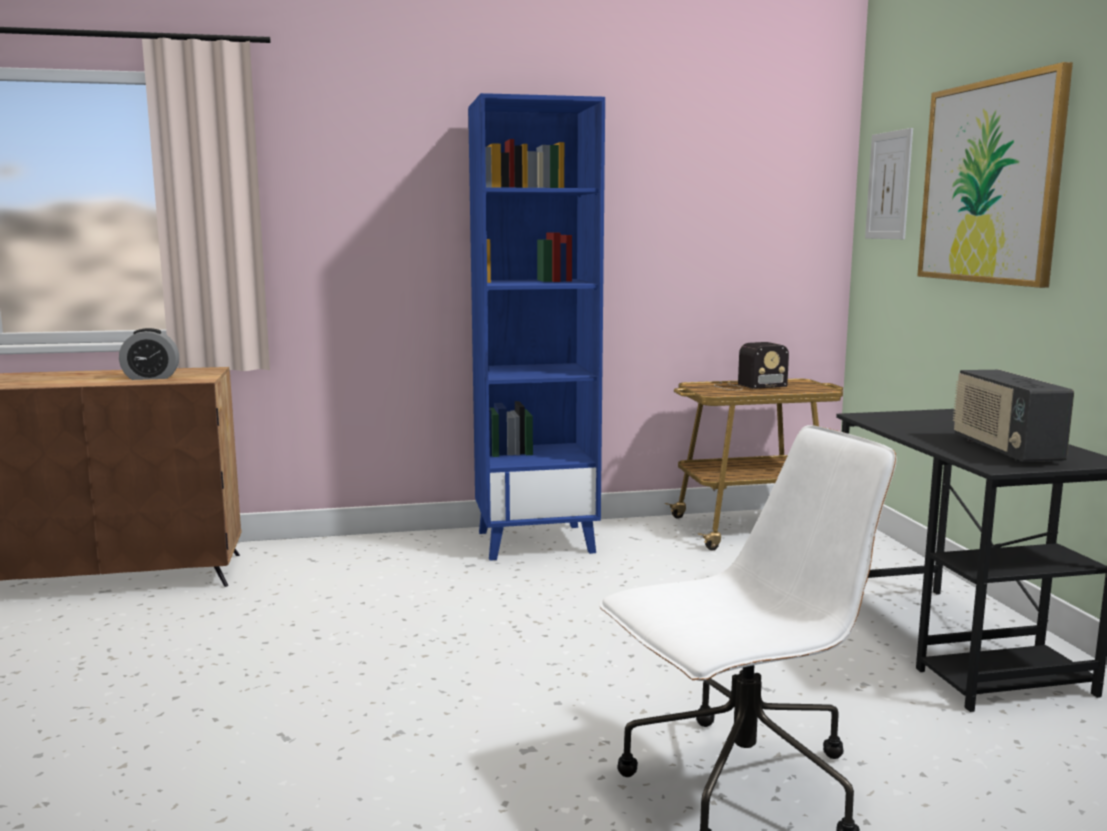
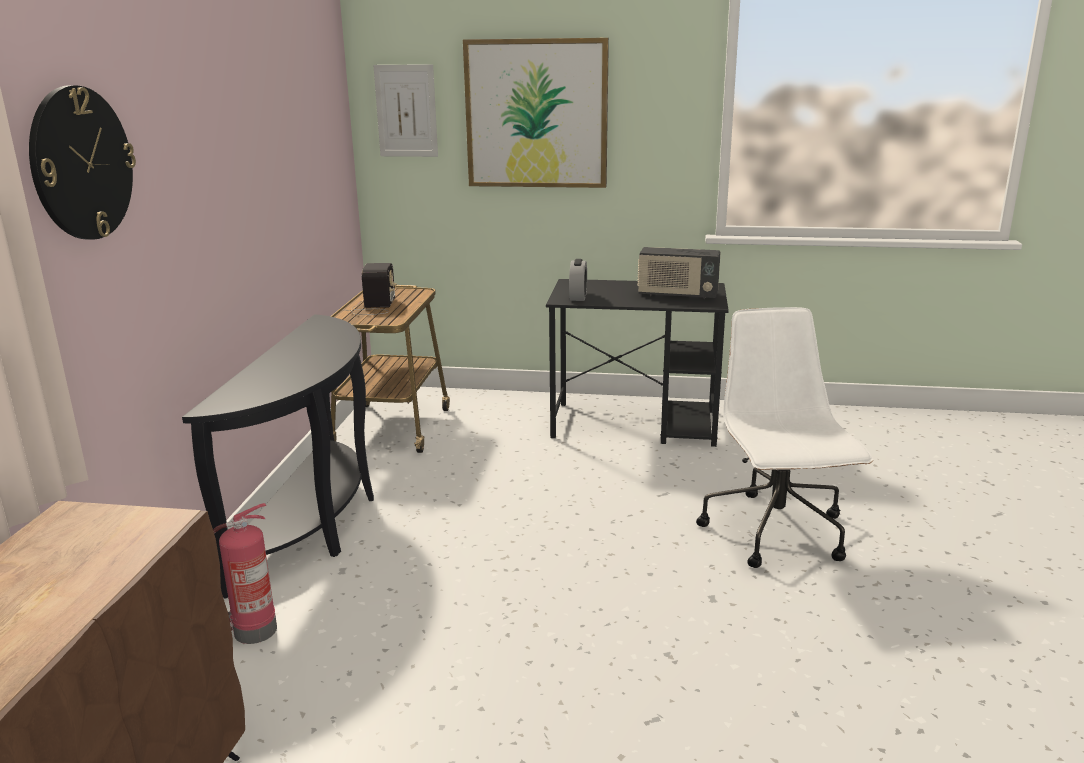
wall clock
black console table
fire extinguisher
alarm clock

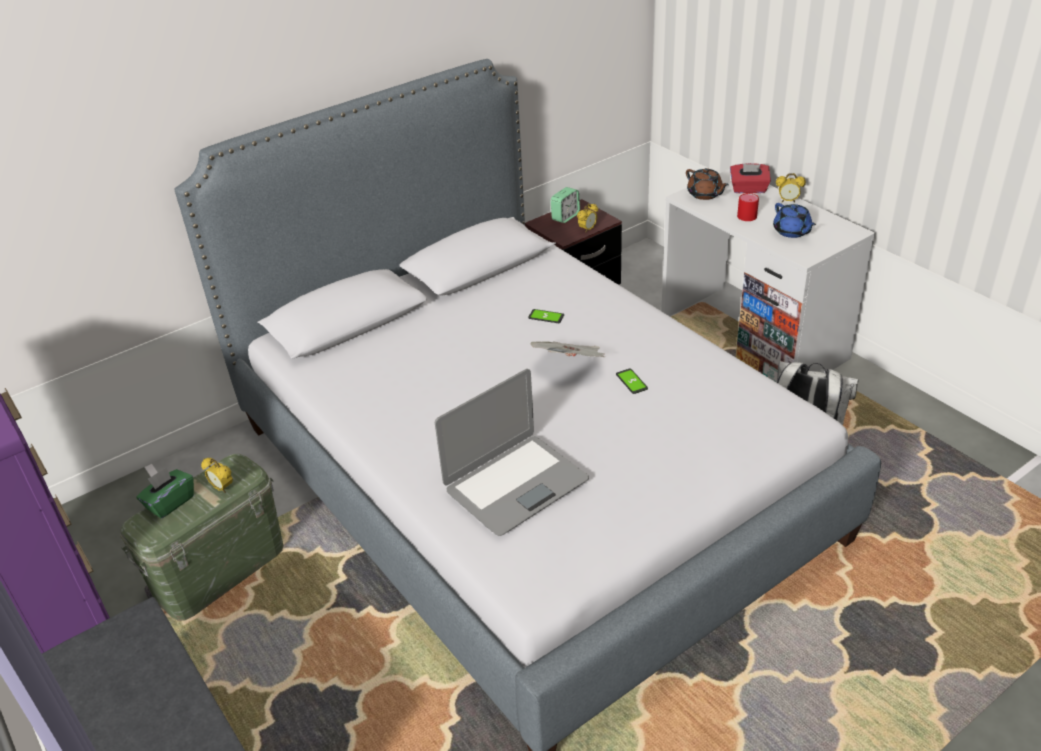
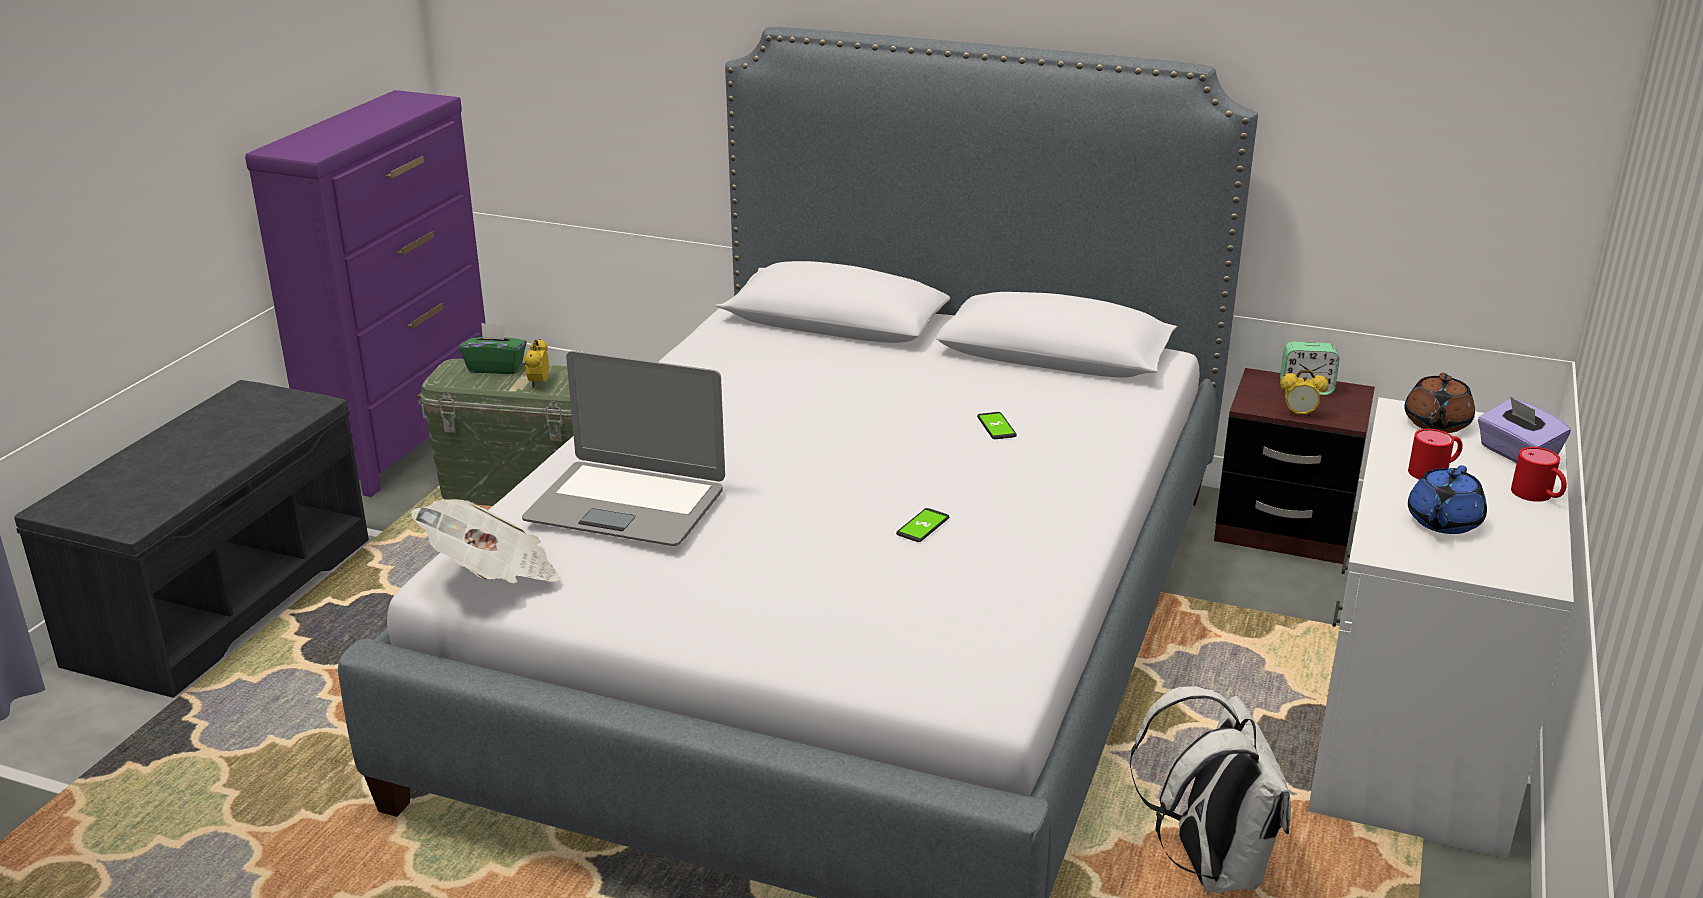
newspaper
purple tissue box
red mug (no. 2 from left)

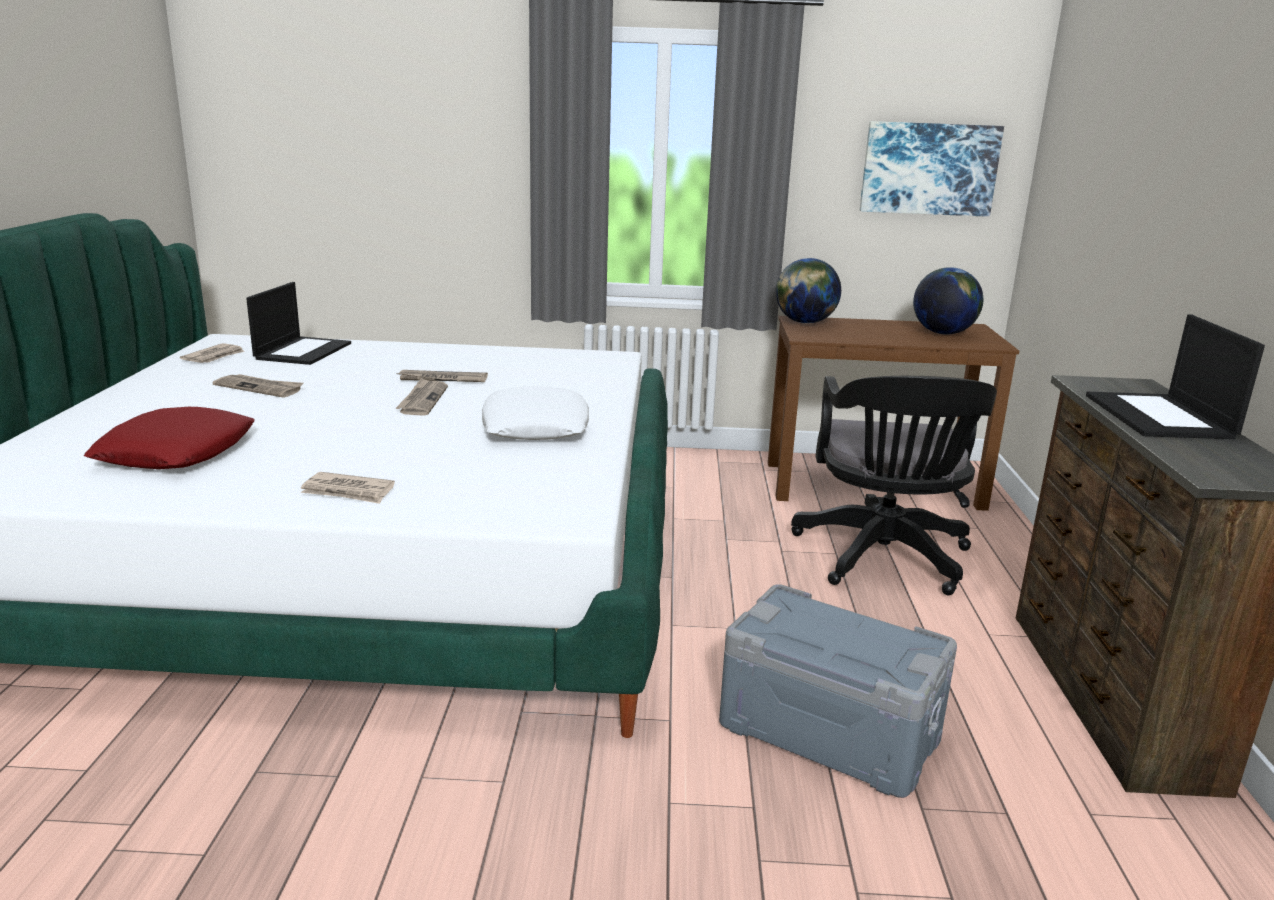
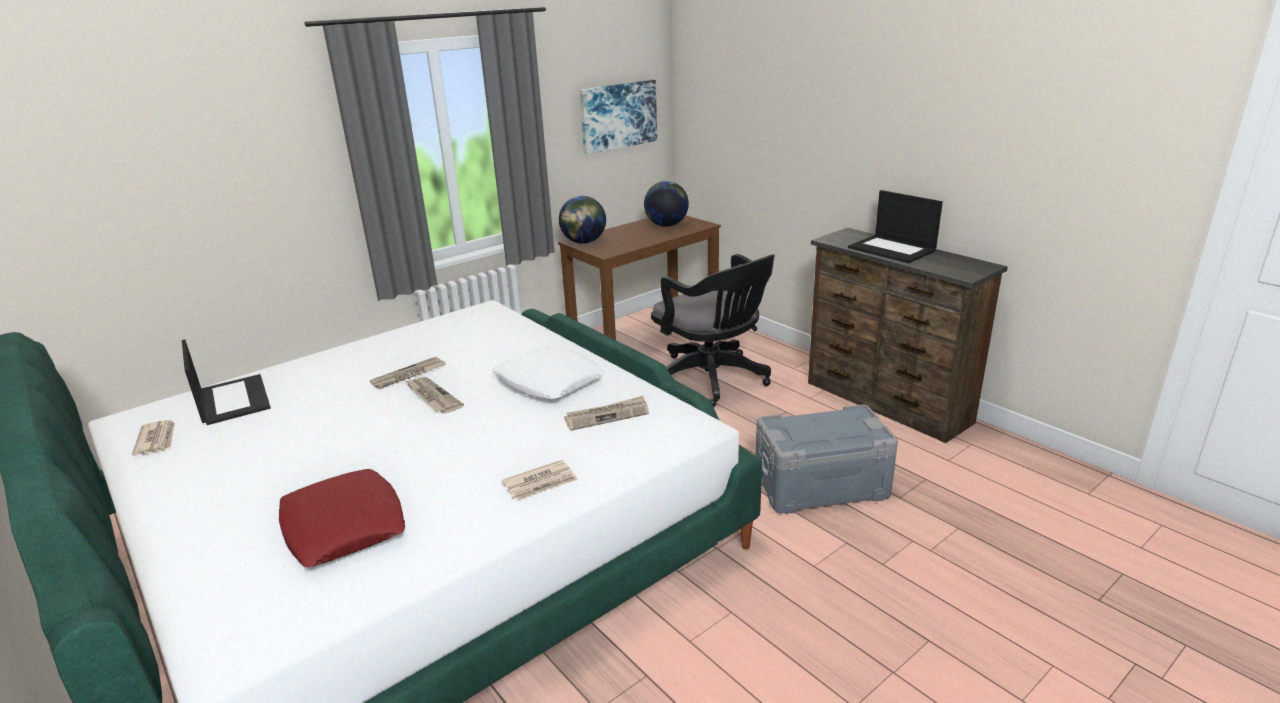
newspaper (no. 5 from left)

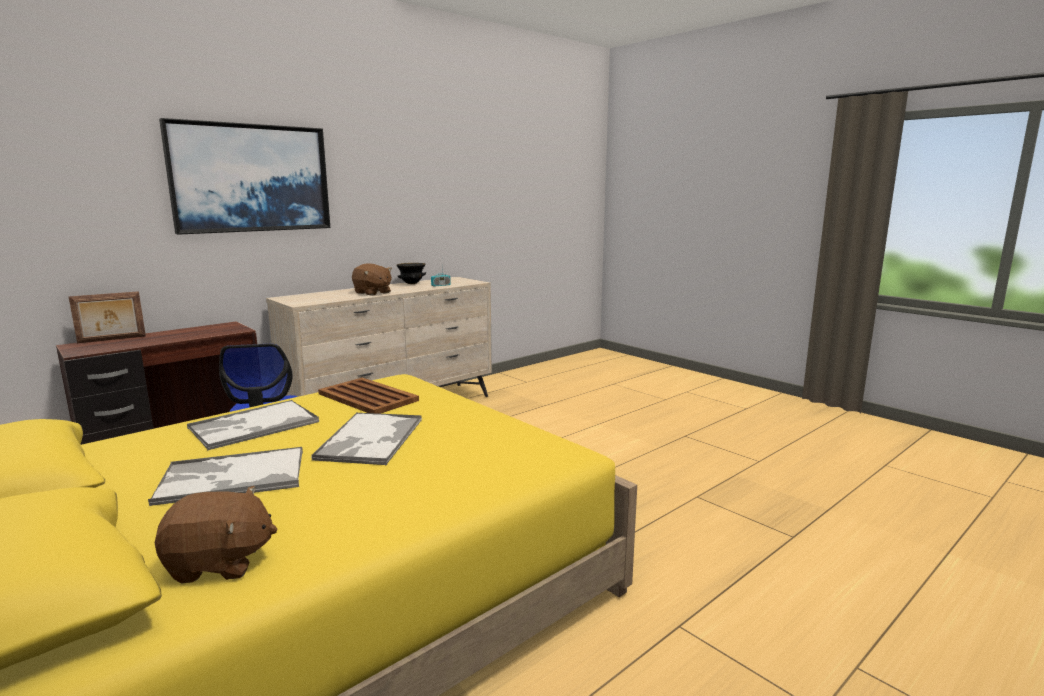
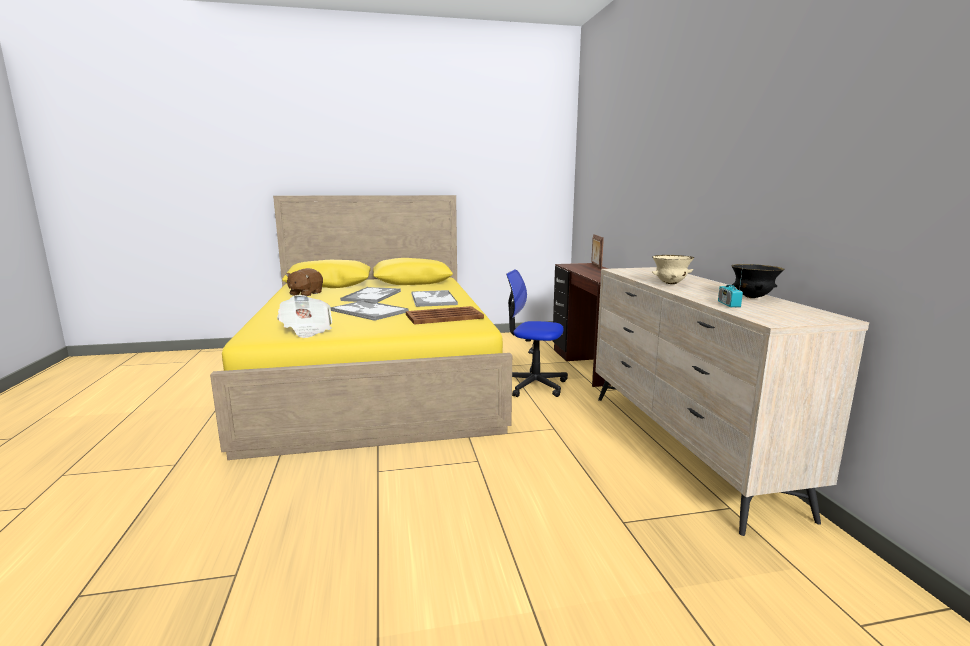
newspaper
beige bowl
picture

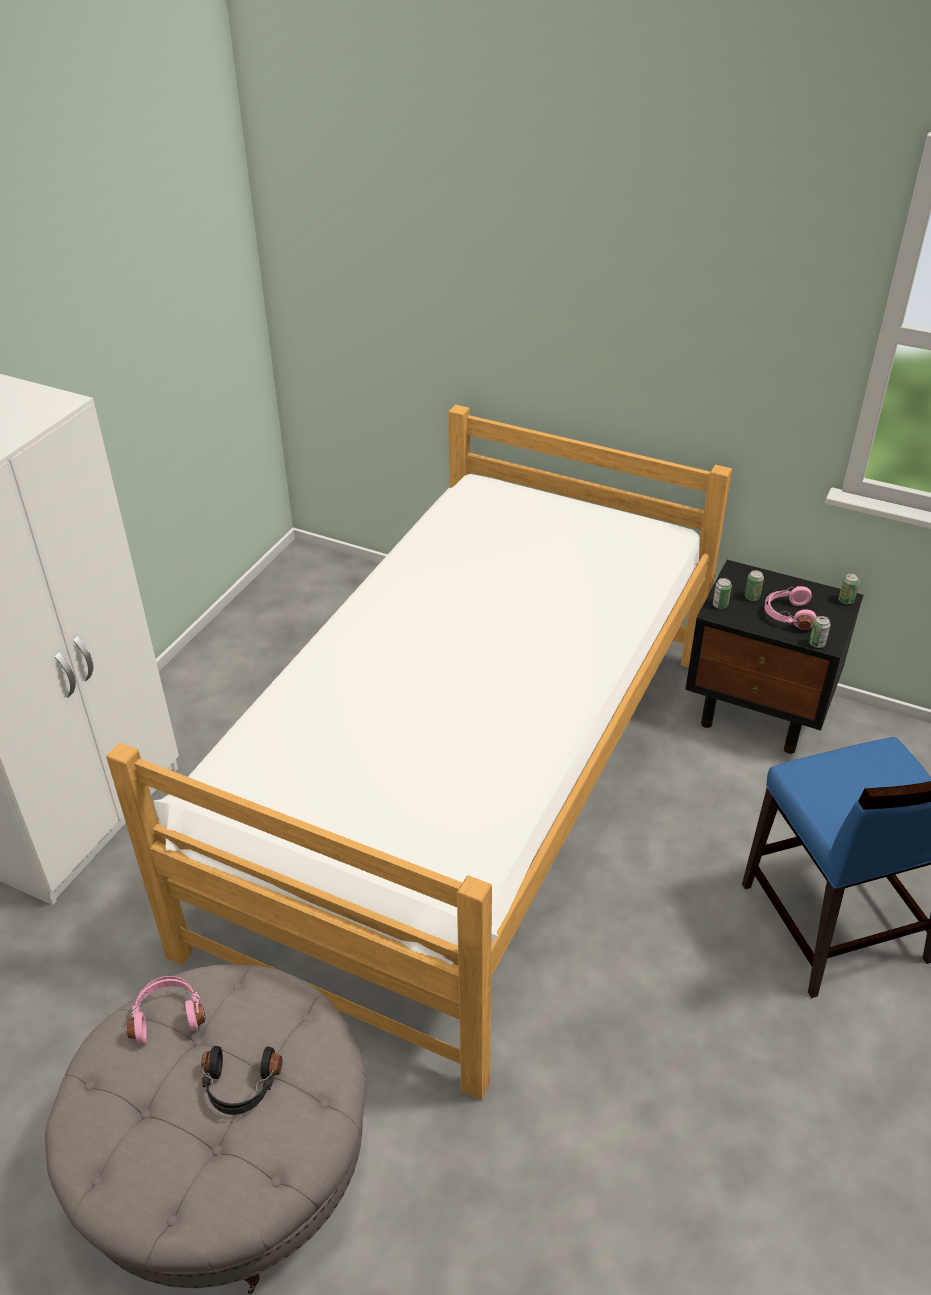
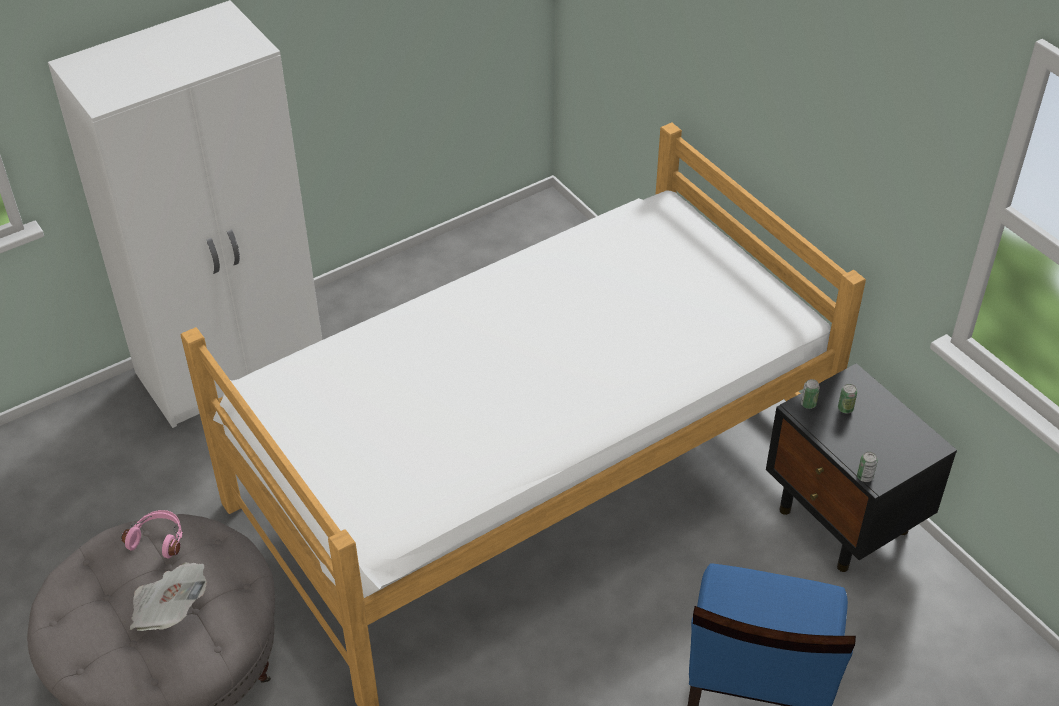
newspaper
pink headphones (no. 2 from left in the first image)
can (no. 4 from left in the first image)

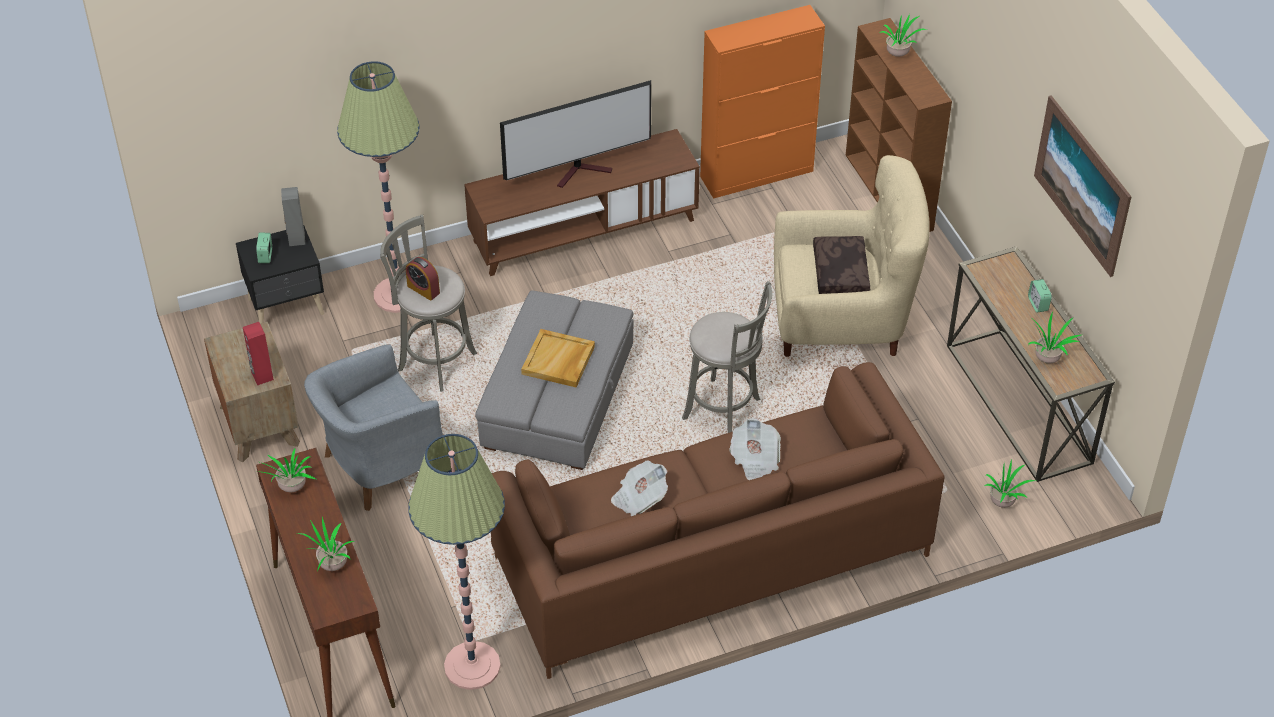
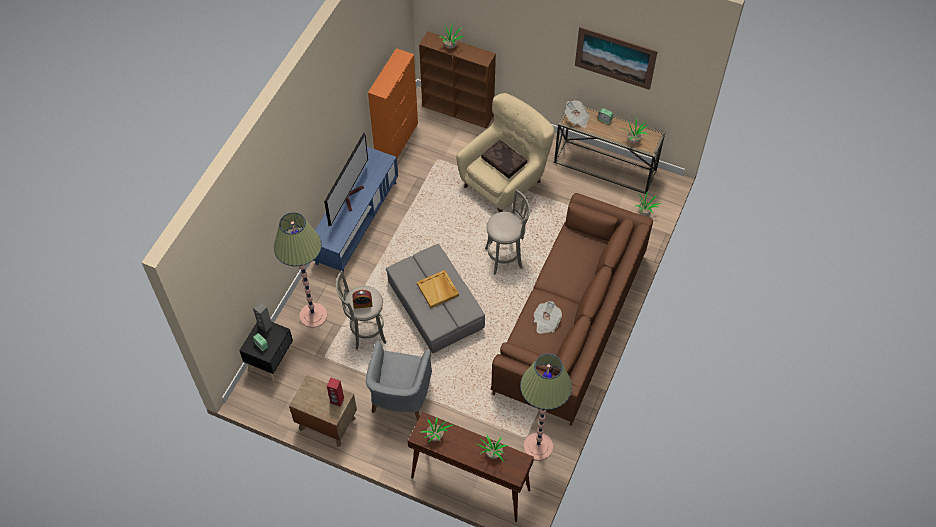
blue tv stand
newspaper (no. 2 from left)

